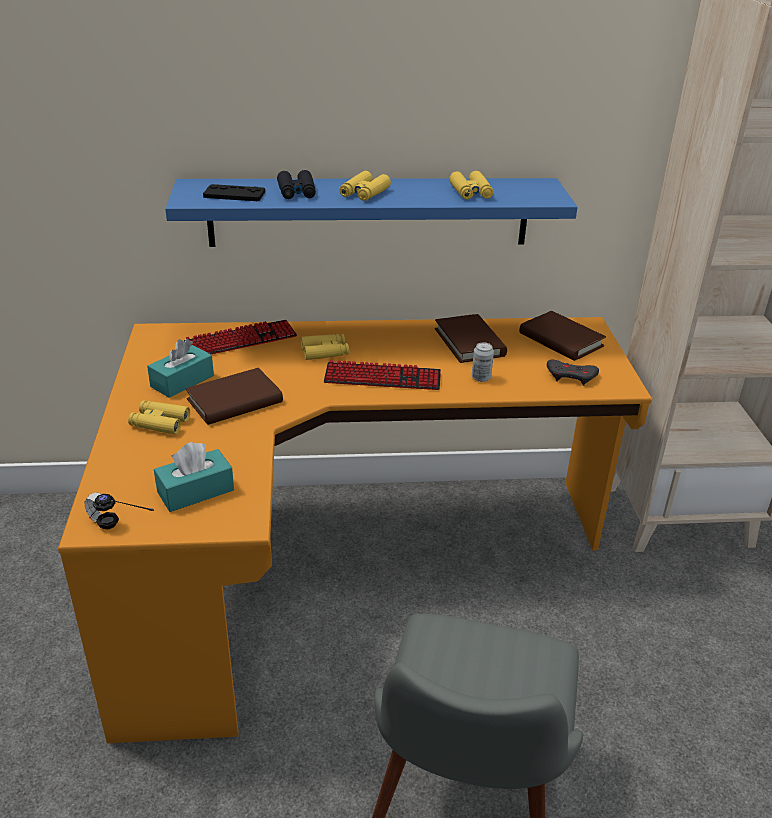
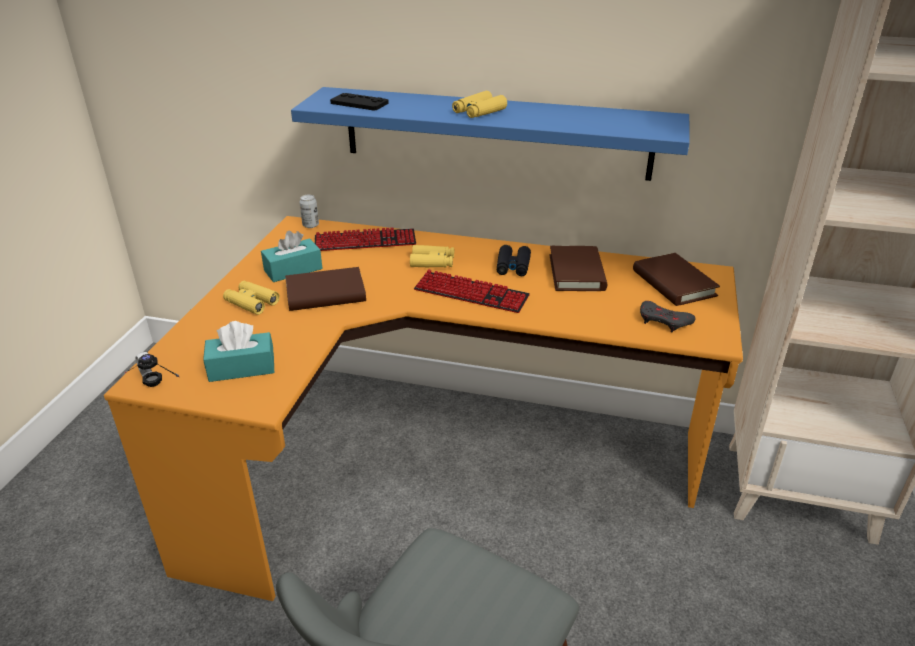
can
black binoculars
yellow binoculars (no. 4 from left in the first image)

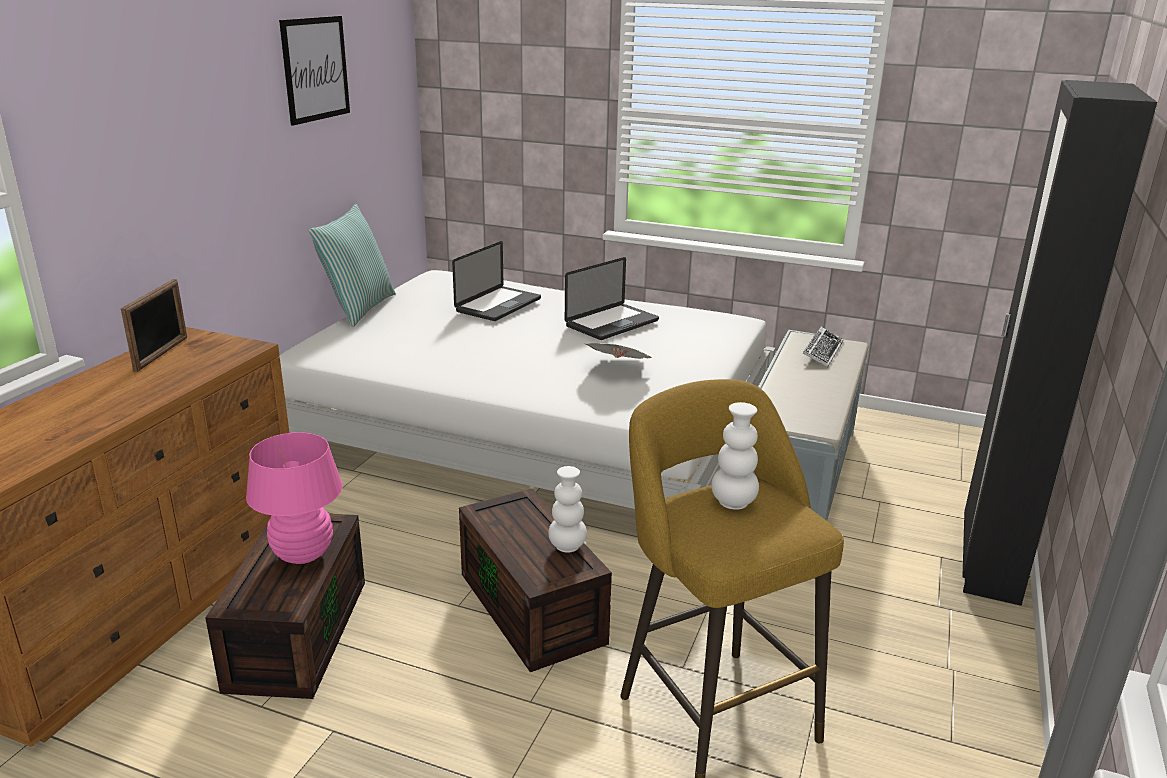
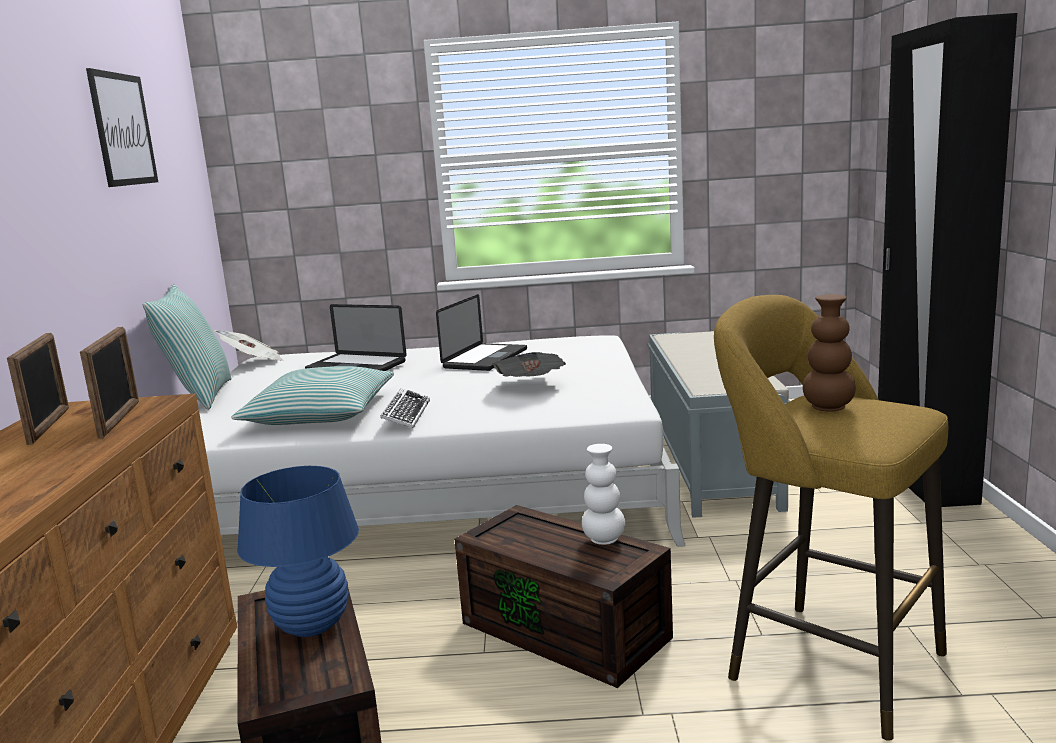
picture frame (no. 2 from left)
newspaper (no. 1 from left)
pillow (no. 2 from left)
blue table lamp
laptop (no. 1 from left)
keyboard
brown vase

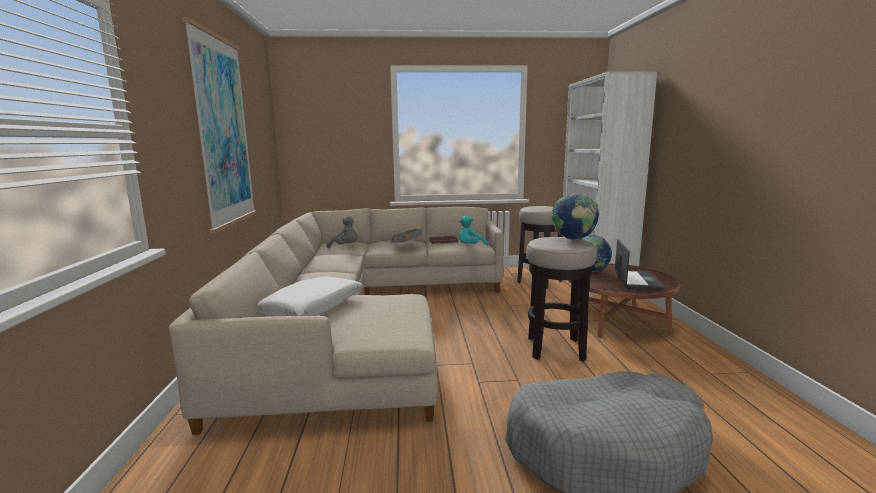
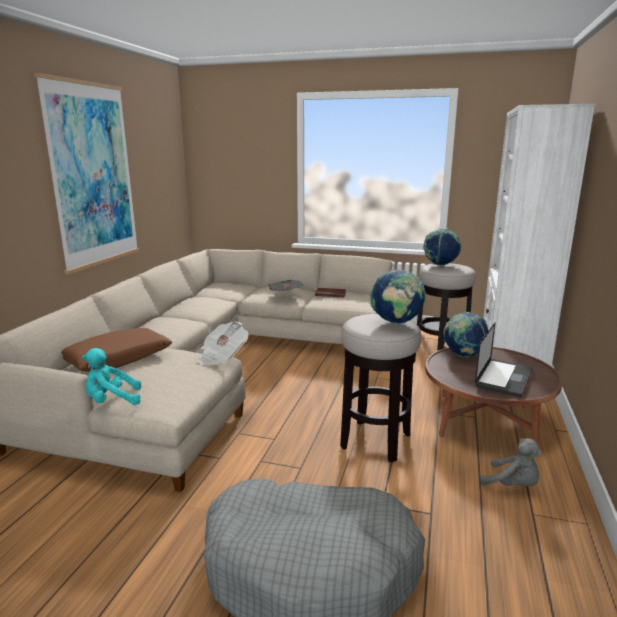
brown pillow
turquoise plush toy
newspaper (no. 1 from left)
globe (no. 2 from left)
grey plush toy

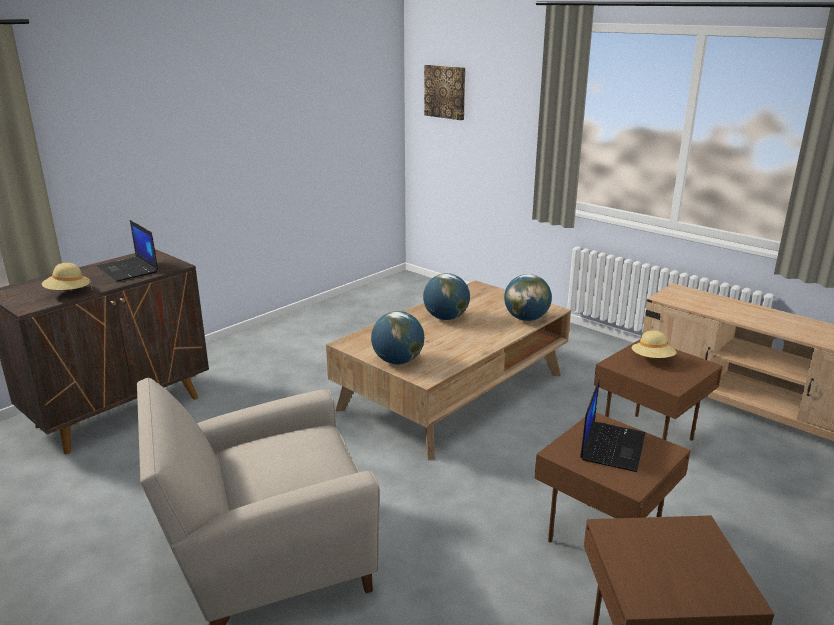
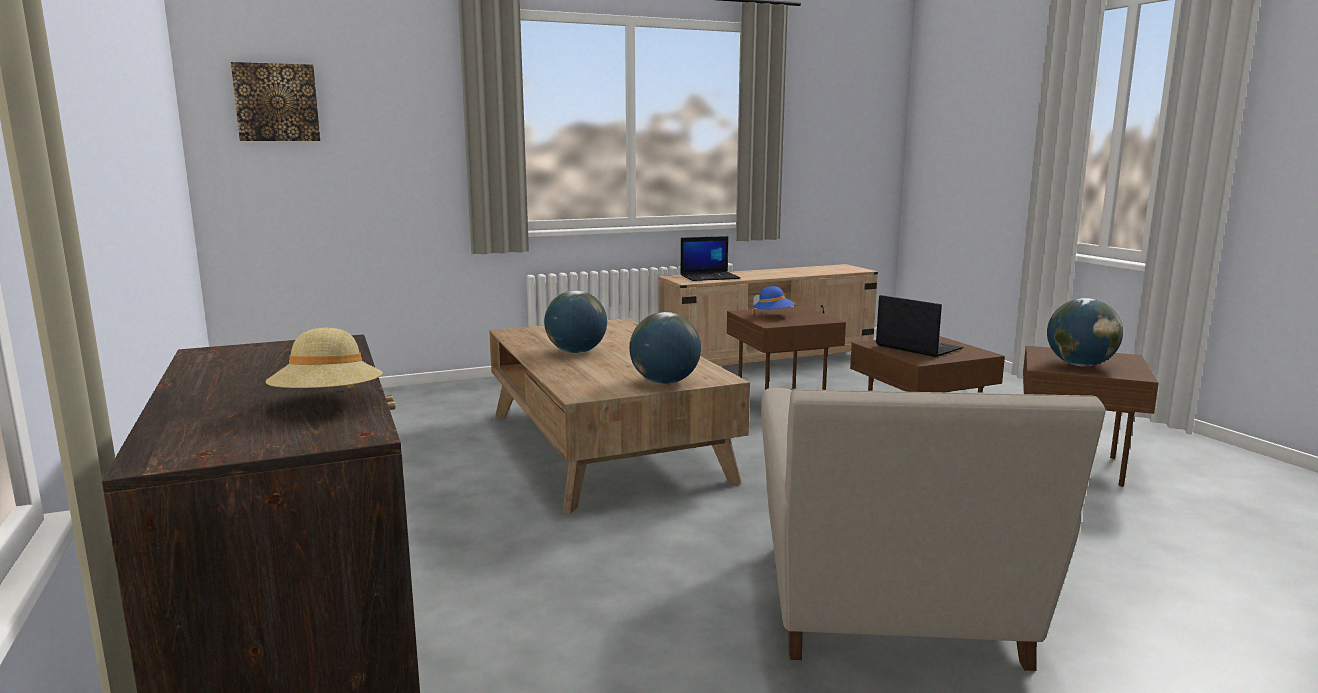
laptop (no. 1 from left)
blue hat
globe (no. 3 from left)

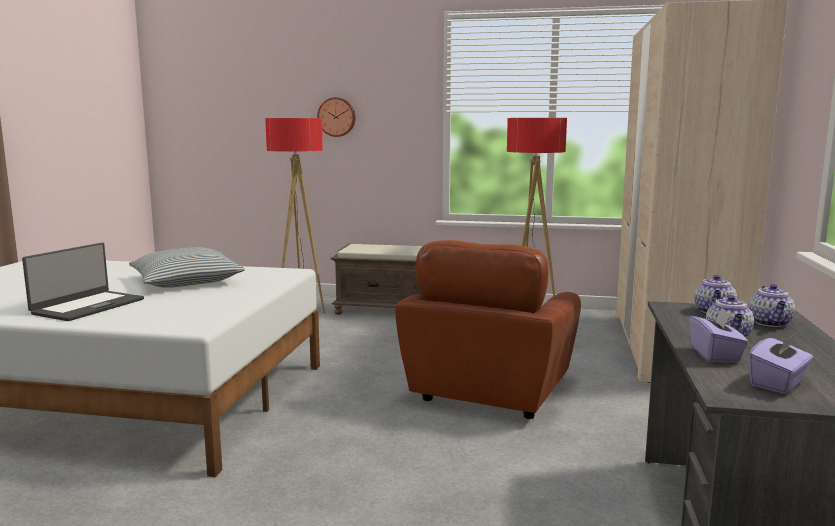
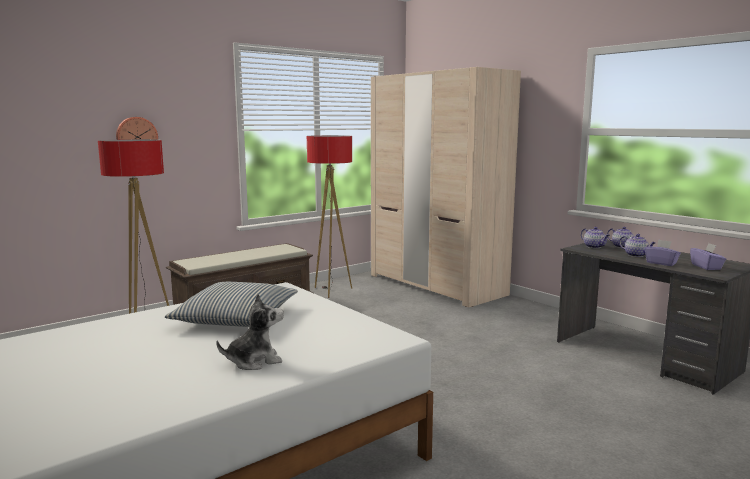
plush toy
brown armchair

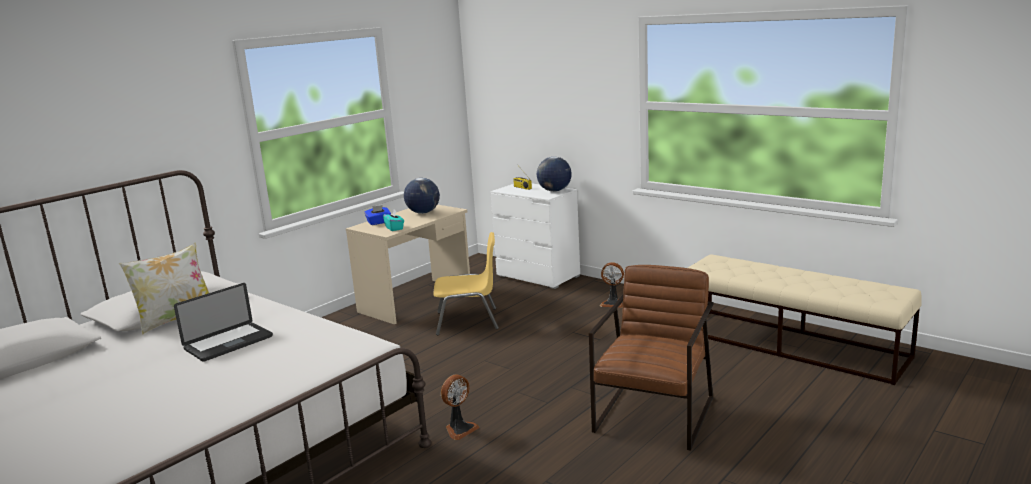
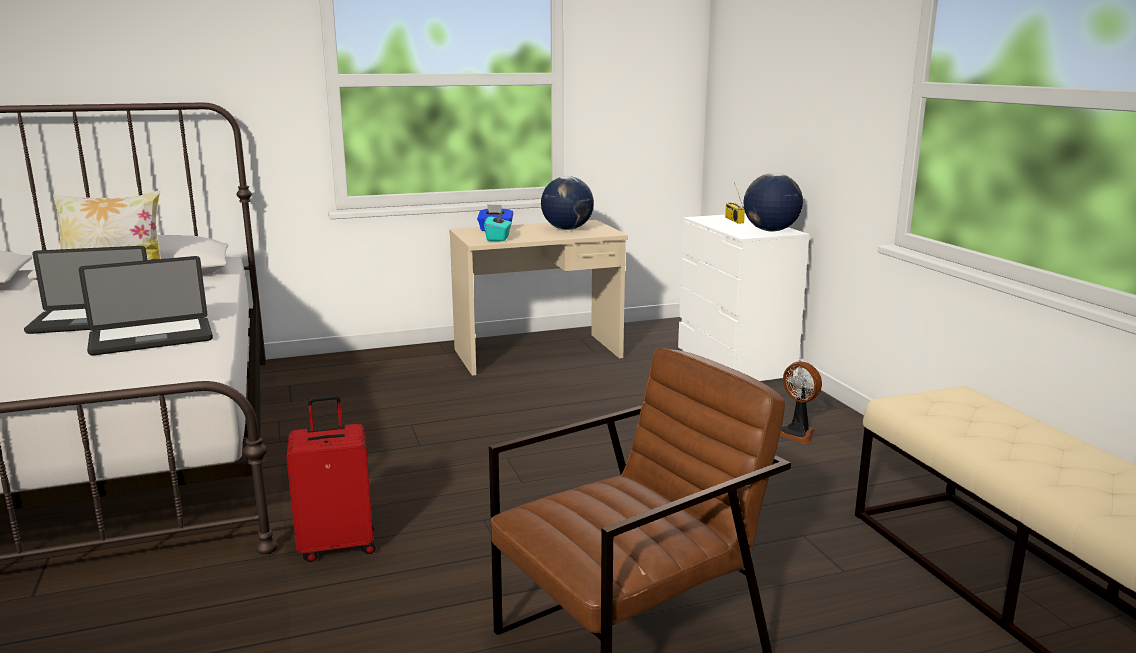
laptop (no. 2 from left)
red suitcase
yellow chair

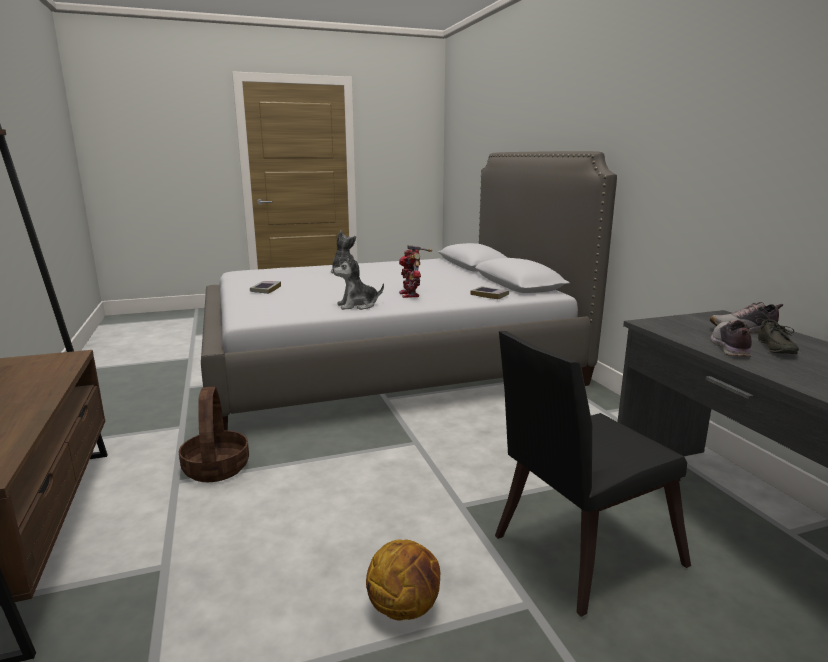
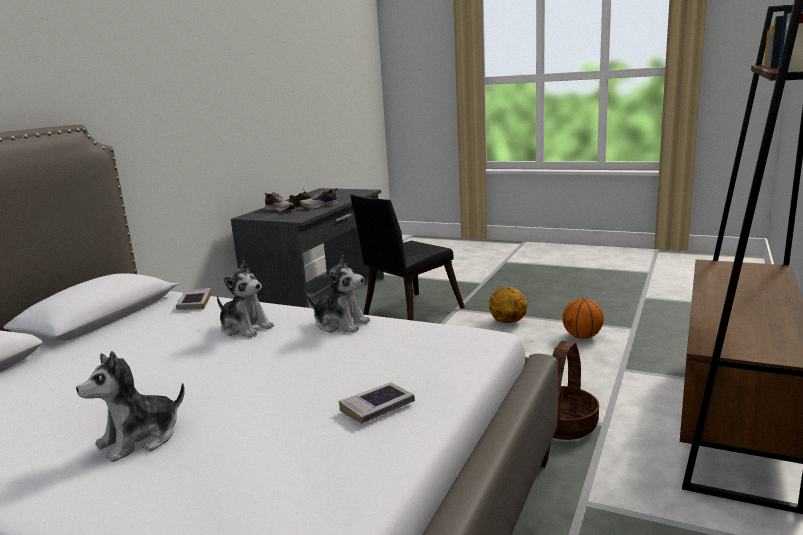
plush toy (no. 2 from left)
black chair
basketball (no. 2 from left)

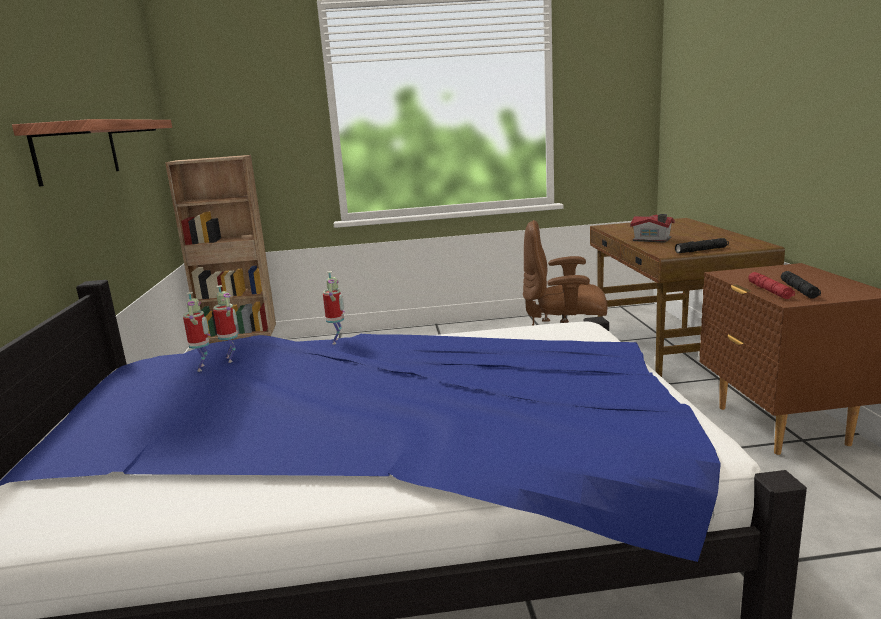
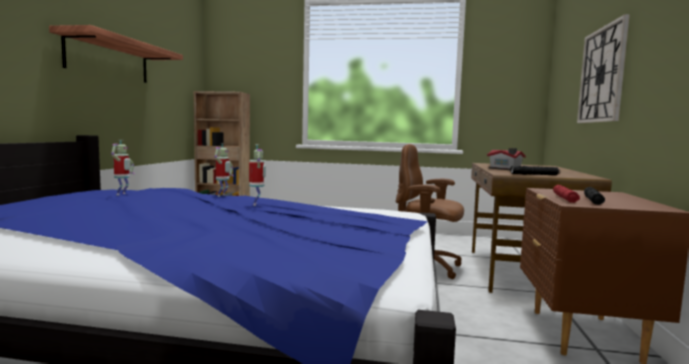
toy robot (no. 3 from left)
wall clock

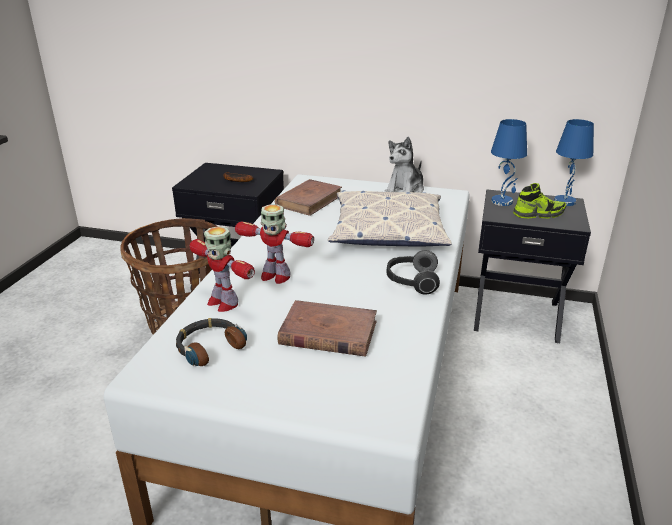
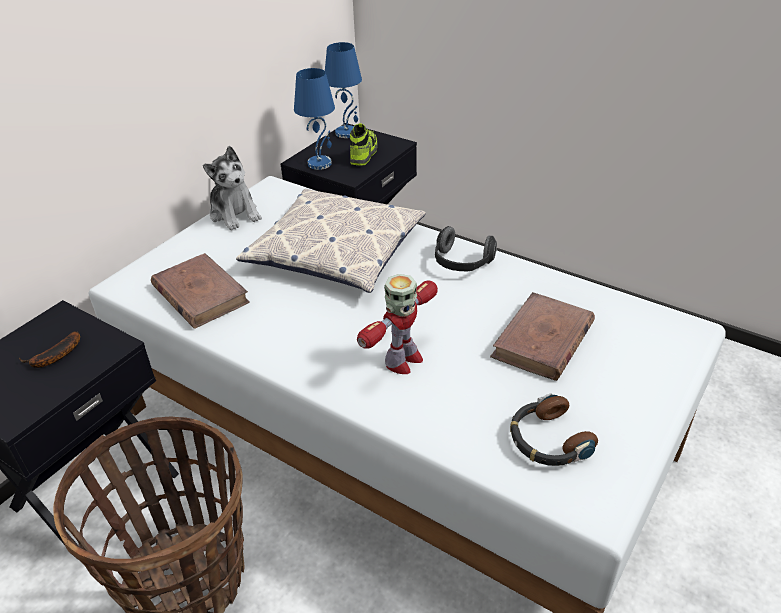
toy robot (no. 1 from left in the first image)

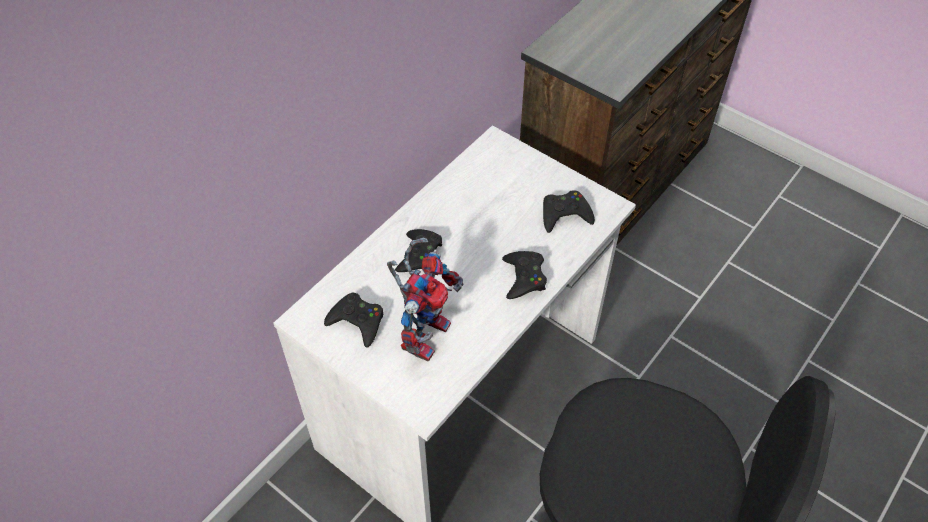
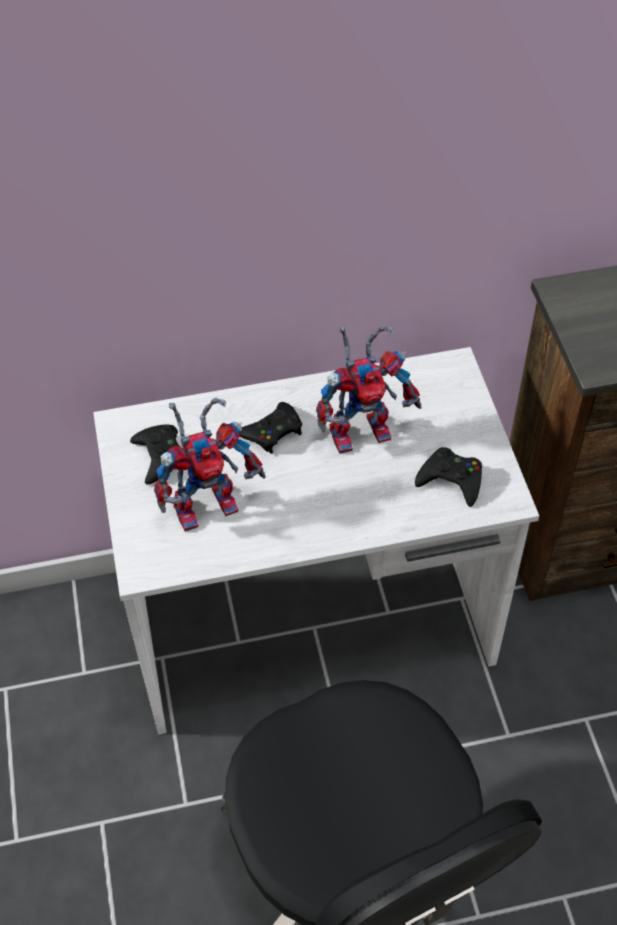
toy robot (no. 2 from left)
black game controller (no. 3 from left in the first image)

